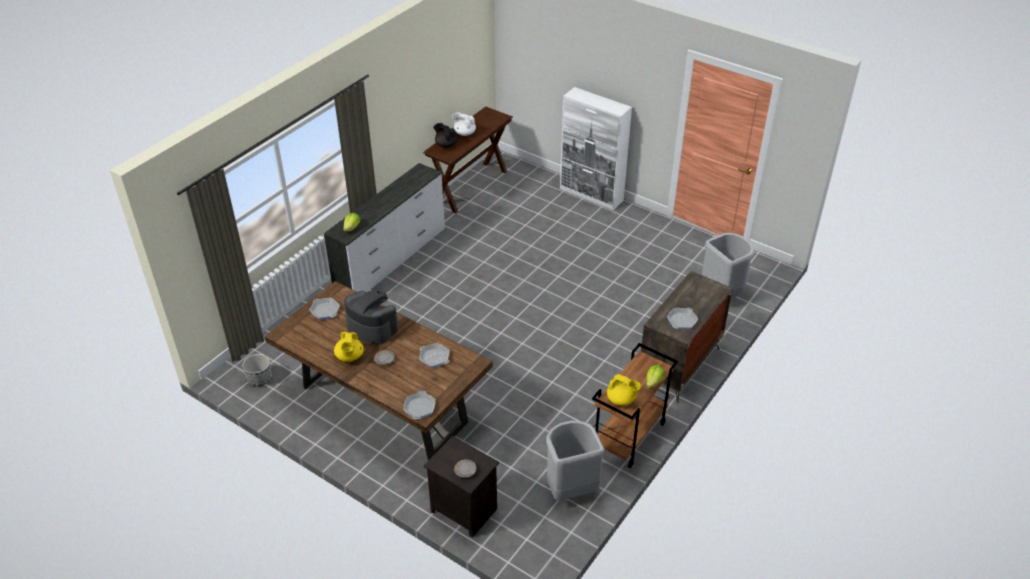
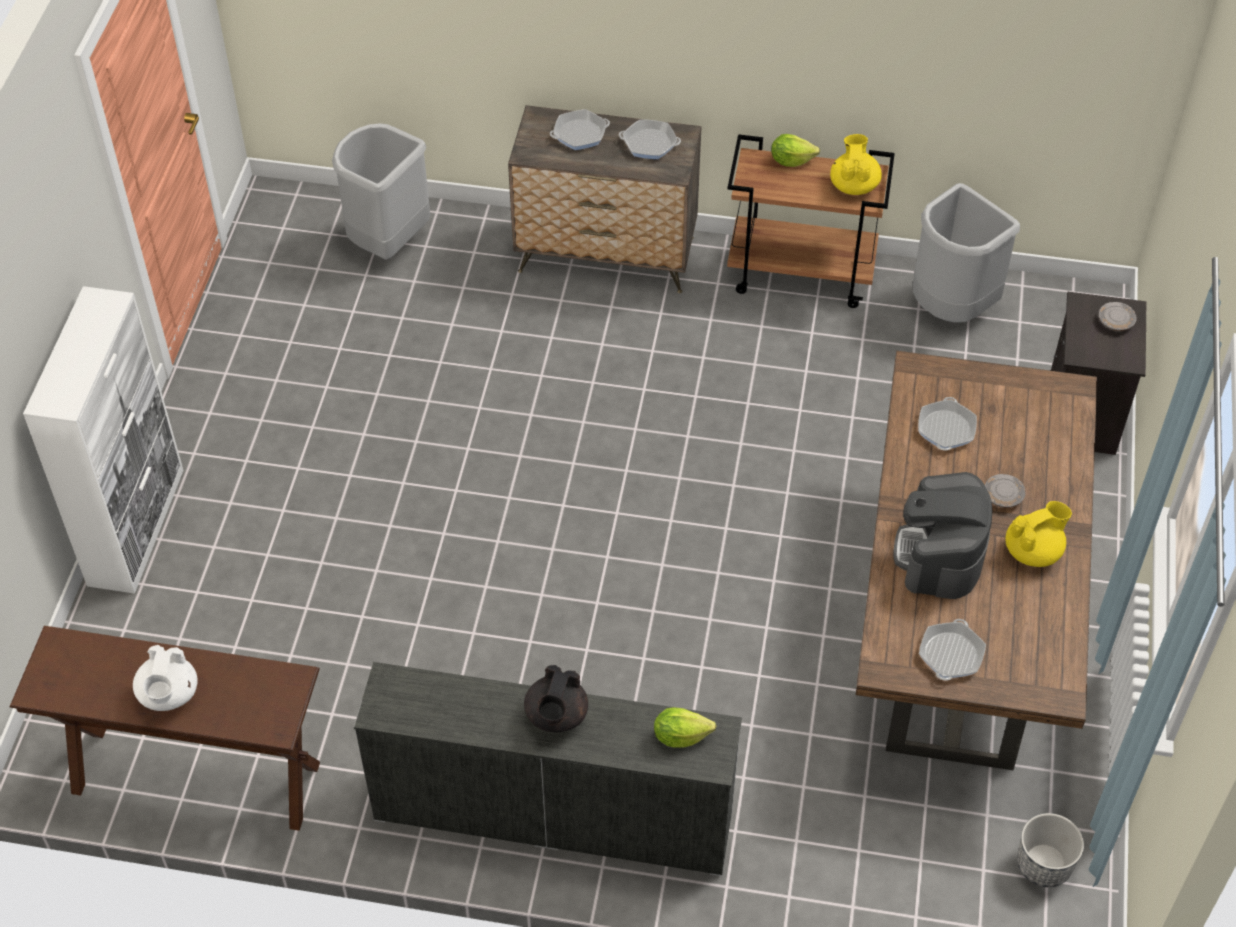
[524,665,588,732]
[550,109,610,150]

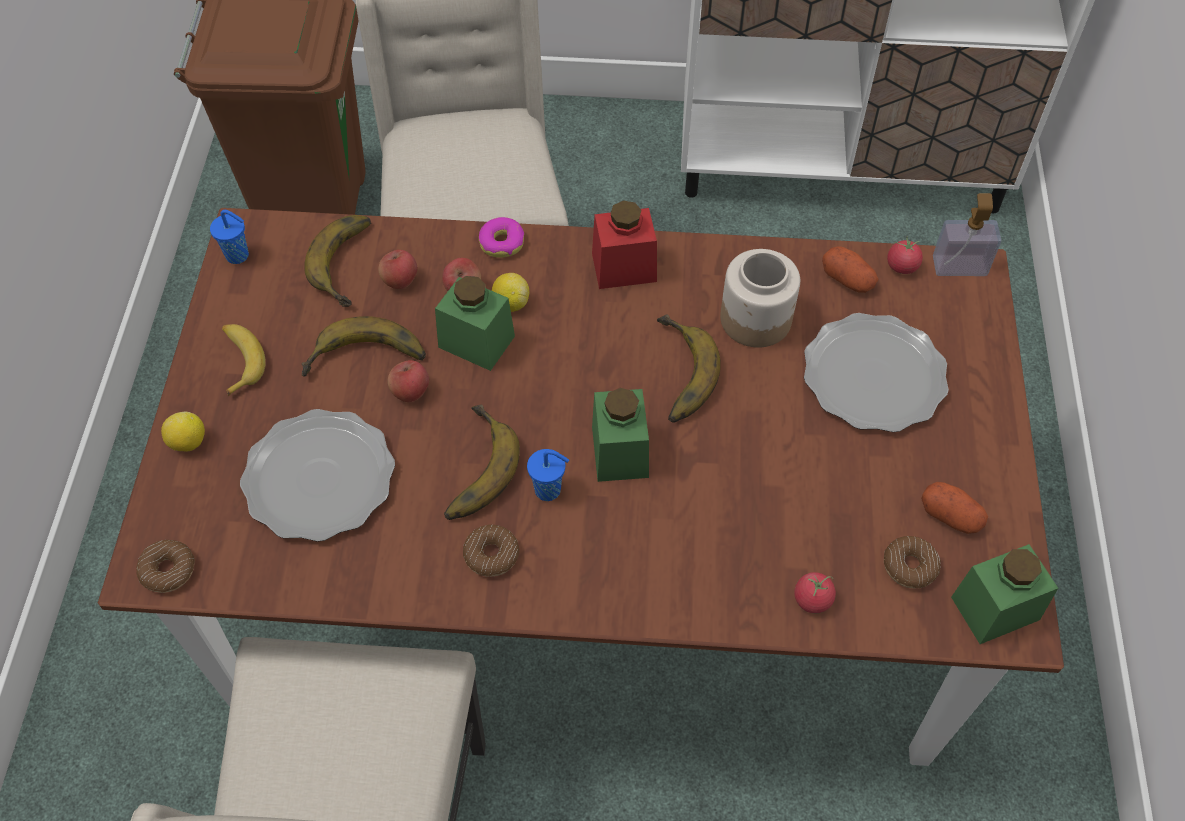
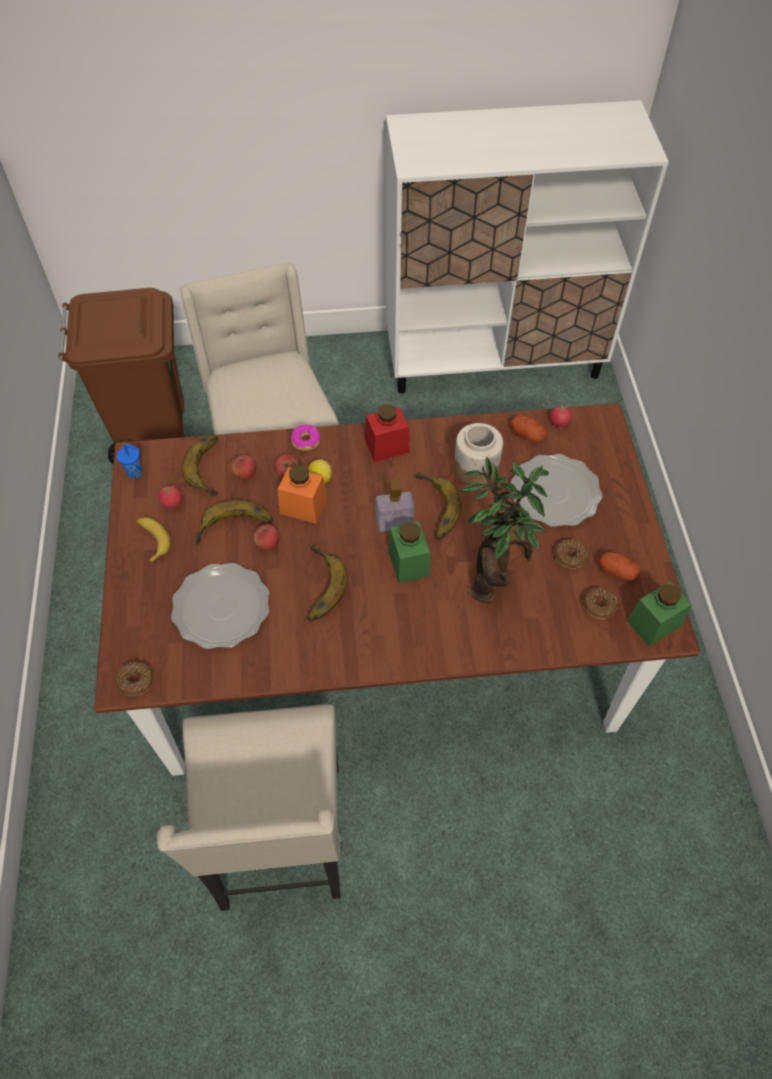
[376,478,414,532]
[278,465,327,524]
[161,412,205,452] (first image)
[527,449,569,501] (first image)
[554,539,589,569]
[159,486,182,509]
[459,457,549,602]

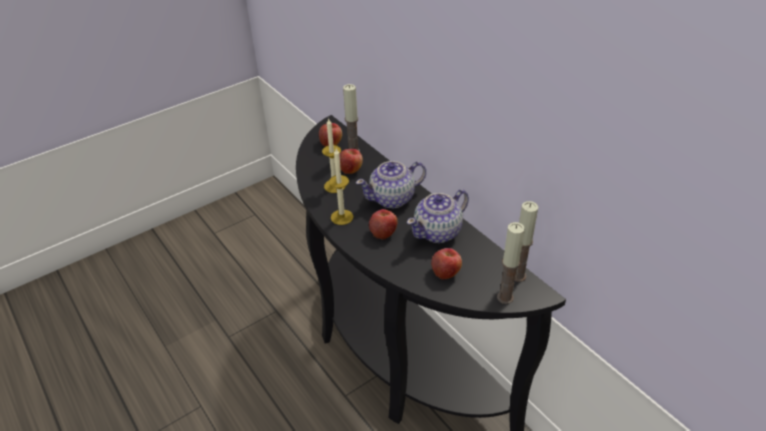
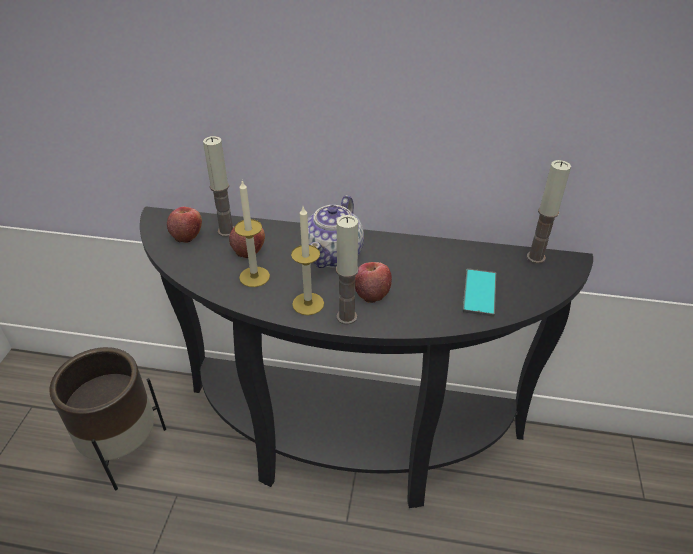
[407,189,469,243] (first image)
[336,215,359,325]
[463,268,496,317]
[49,347,166,490]

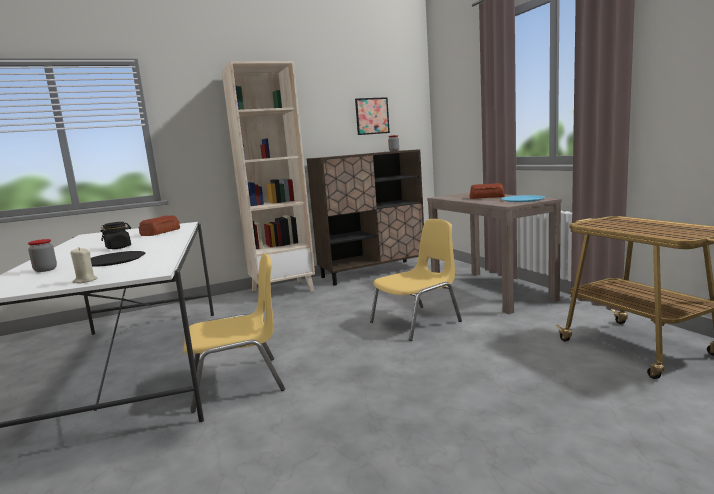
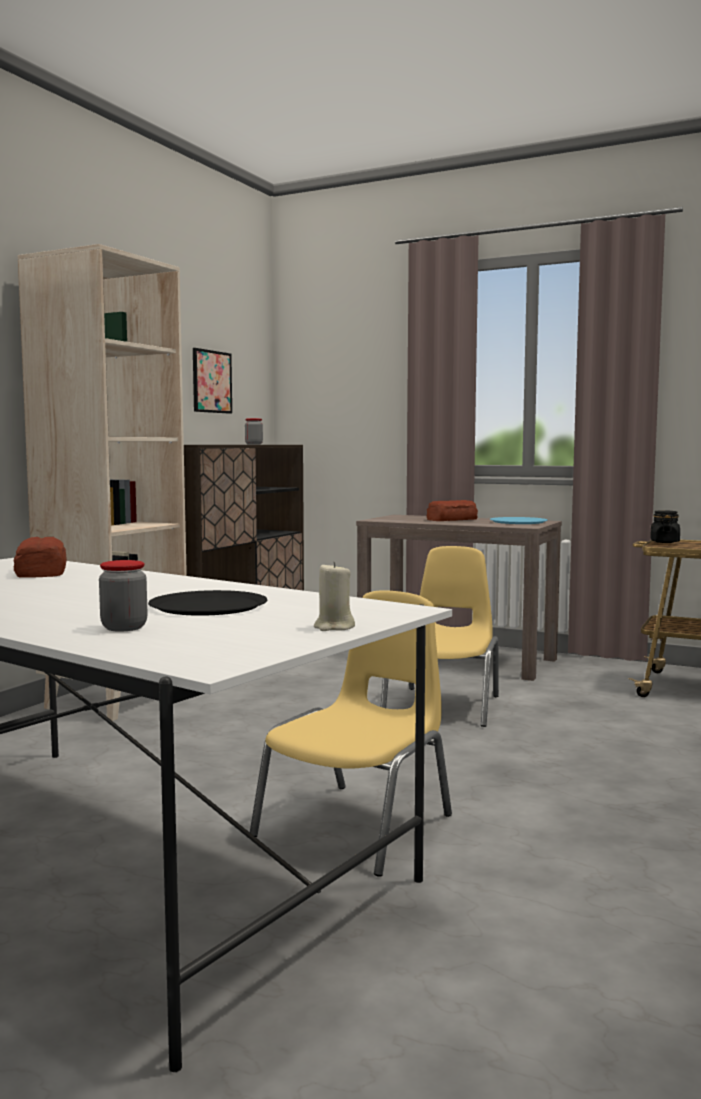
[650,510,680,543]

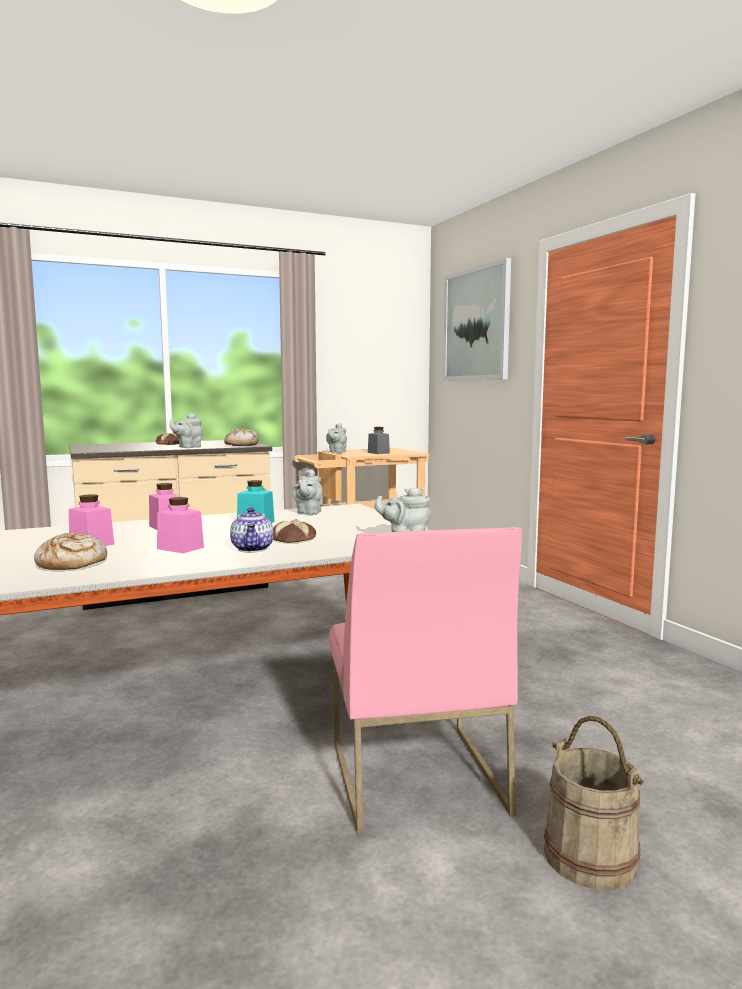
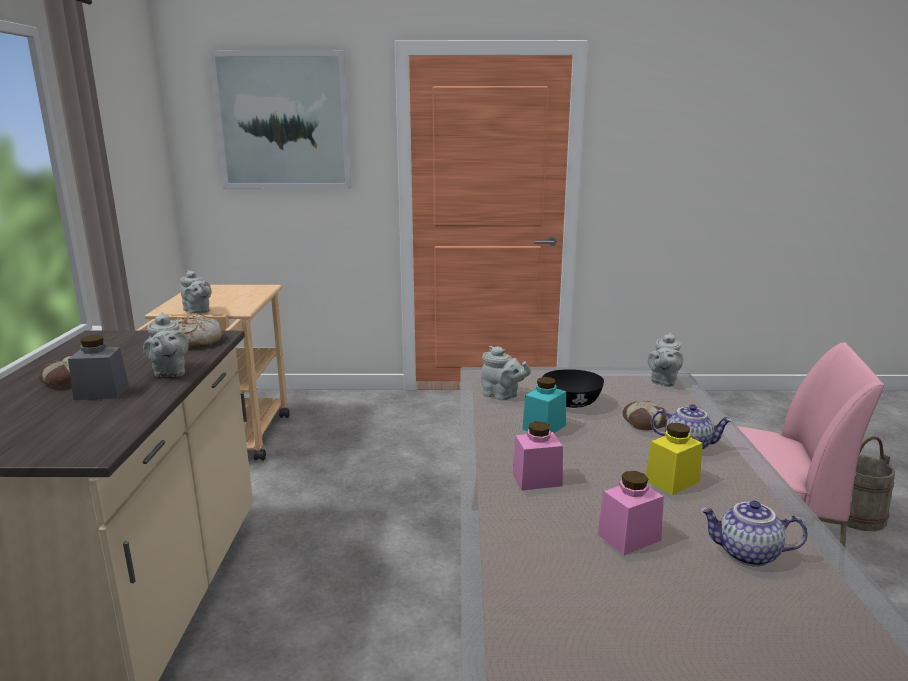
[68,335,129,400]
[646,423,703,495]
[700,501,808,567]
[543,369,604,408]

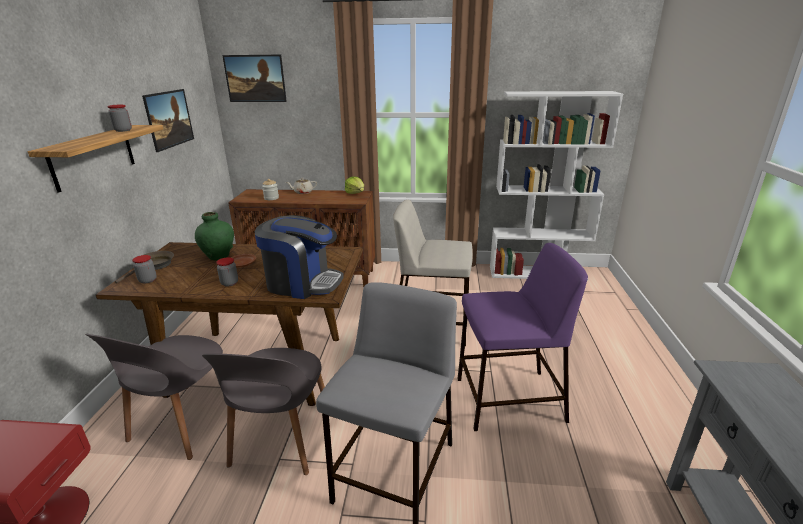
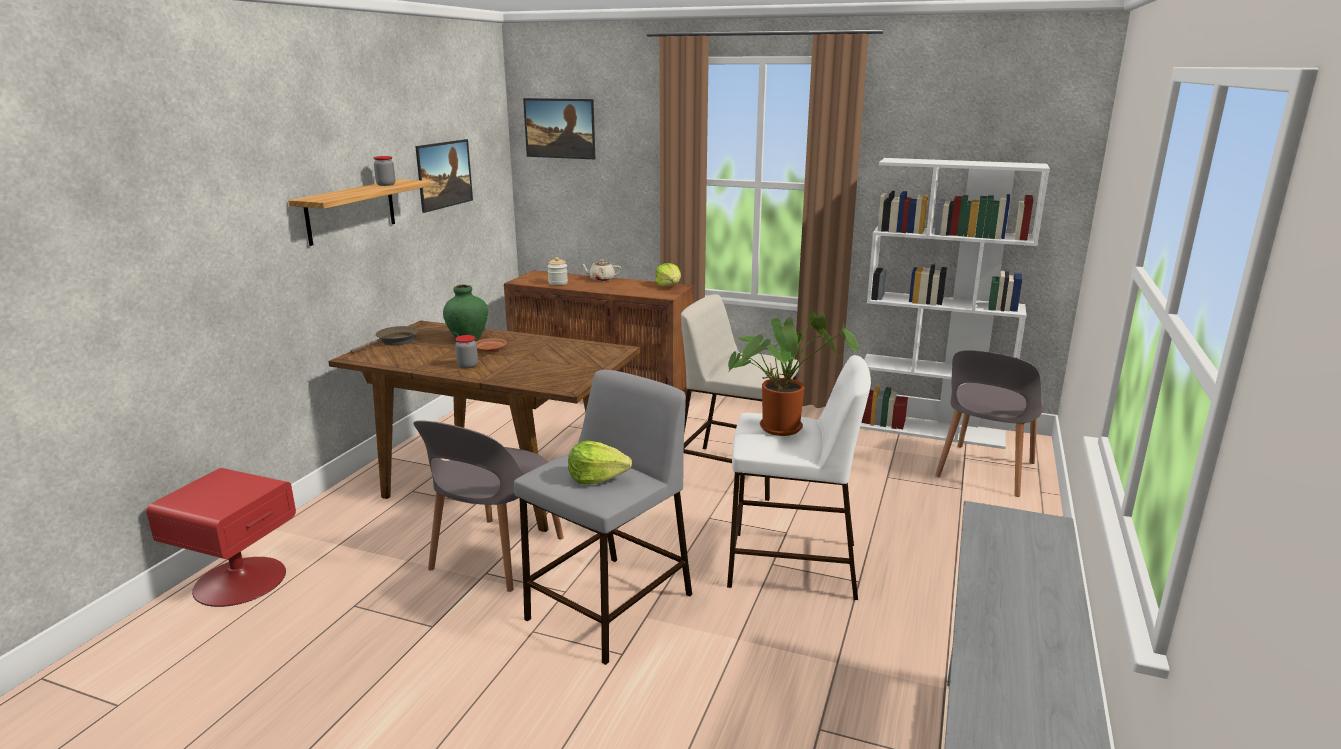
[255,215,344,299] (first image)
[727,355,871,600]
[132,255,157,284] (first image)
[935,350,1044,497]
[728,311,858,436]
[568,441,632,484]

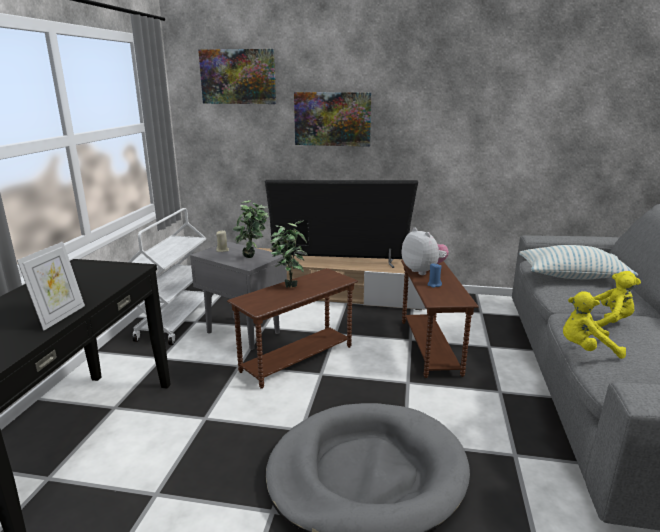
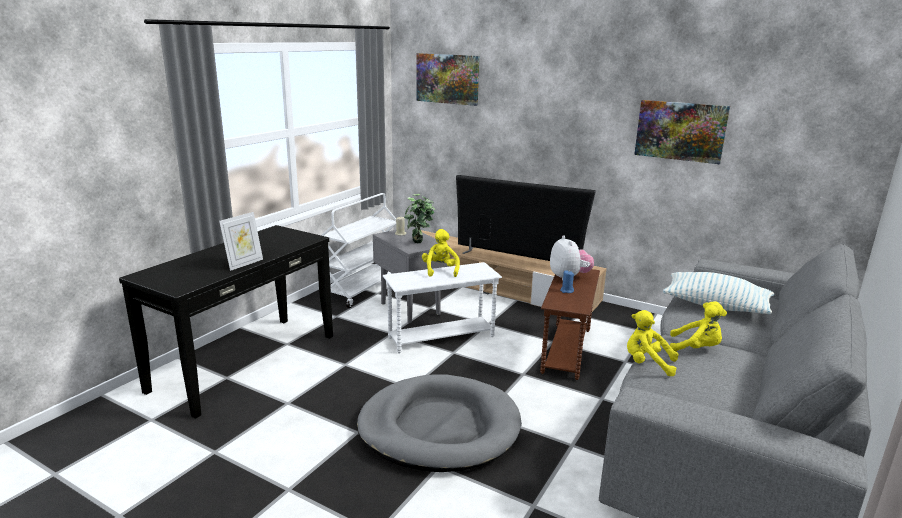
[634,100,730,164]
[422,229,460,277]
[383,262,502,353]

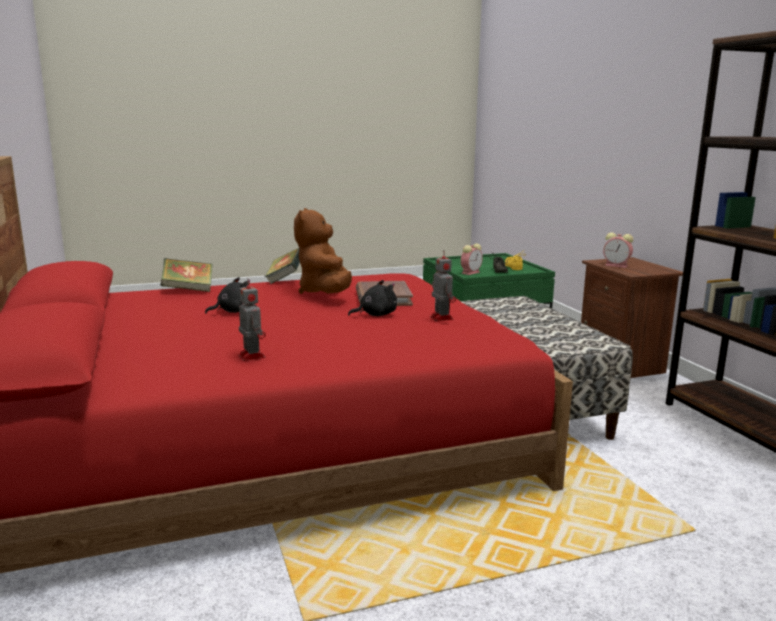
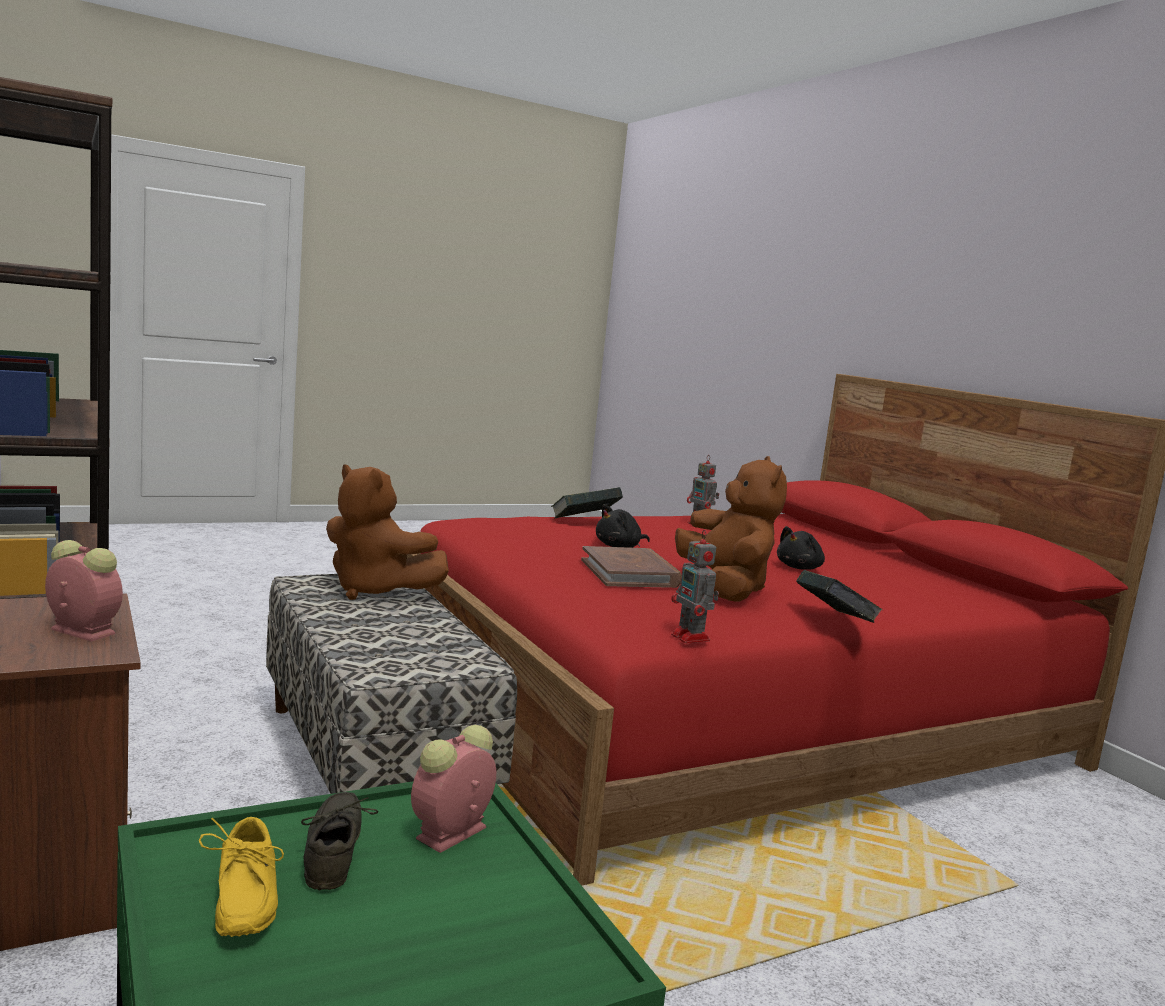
[671,530,719,643]
[551,487,623,519]
[326,464,449,600]

